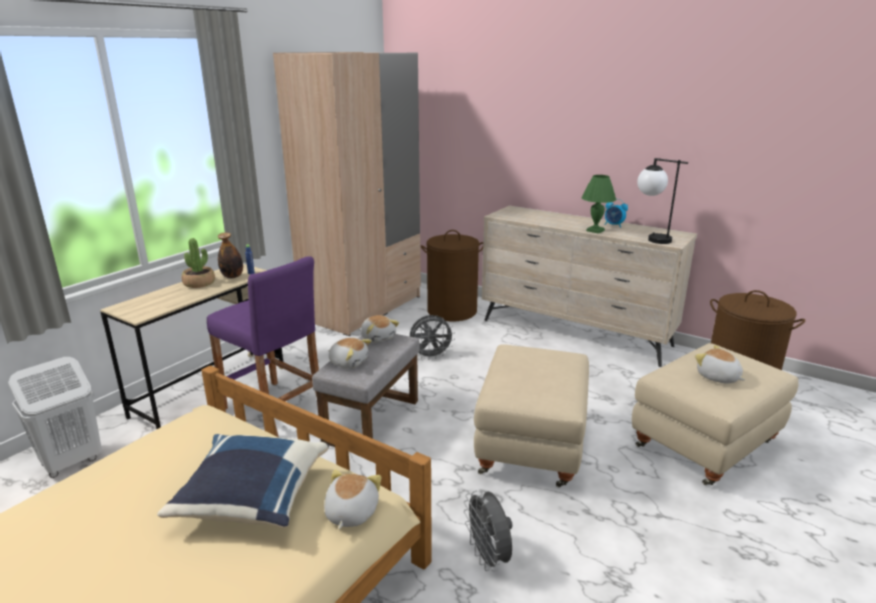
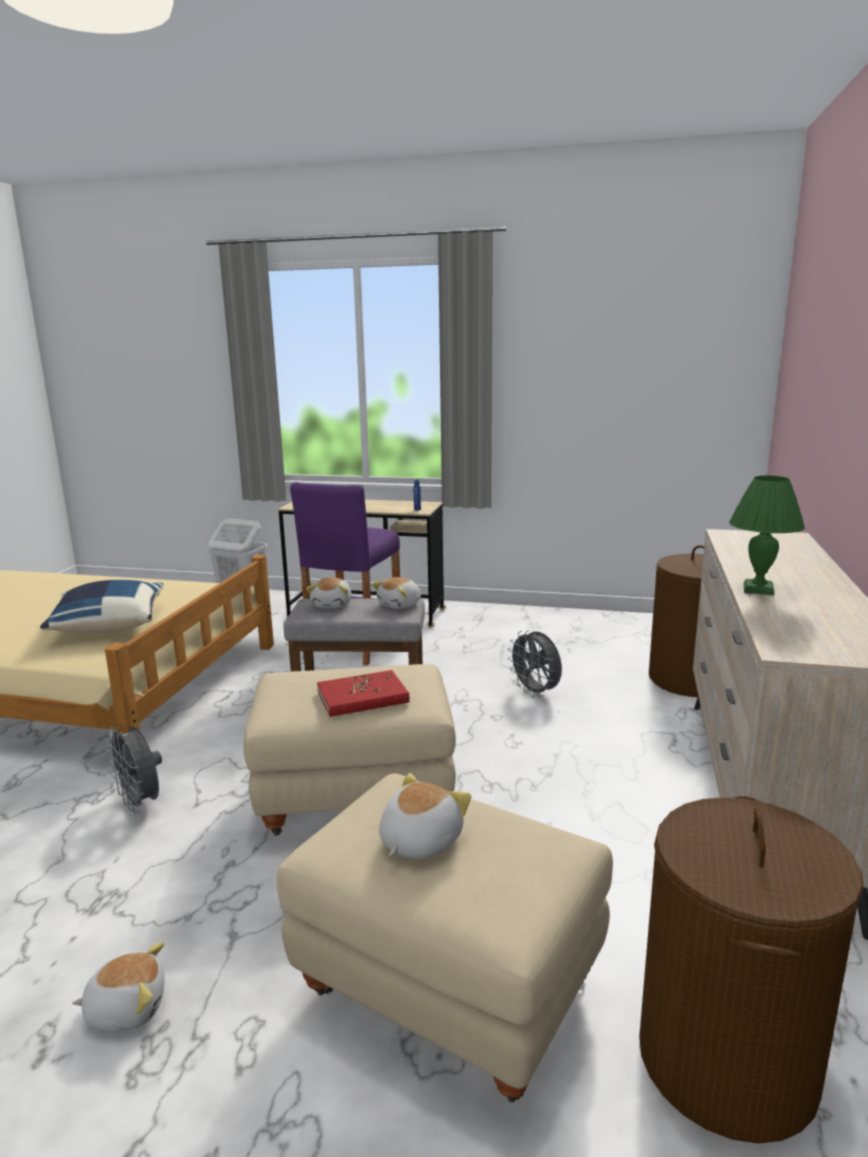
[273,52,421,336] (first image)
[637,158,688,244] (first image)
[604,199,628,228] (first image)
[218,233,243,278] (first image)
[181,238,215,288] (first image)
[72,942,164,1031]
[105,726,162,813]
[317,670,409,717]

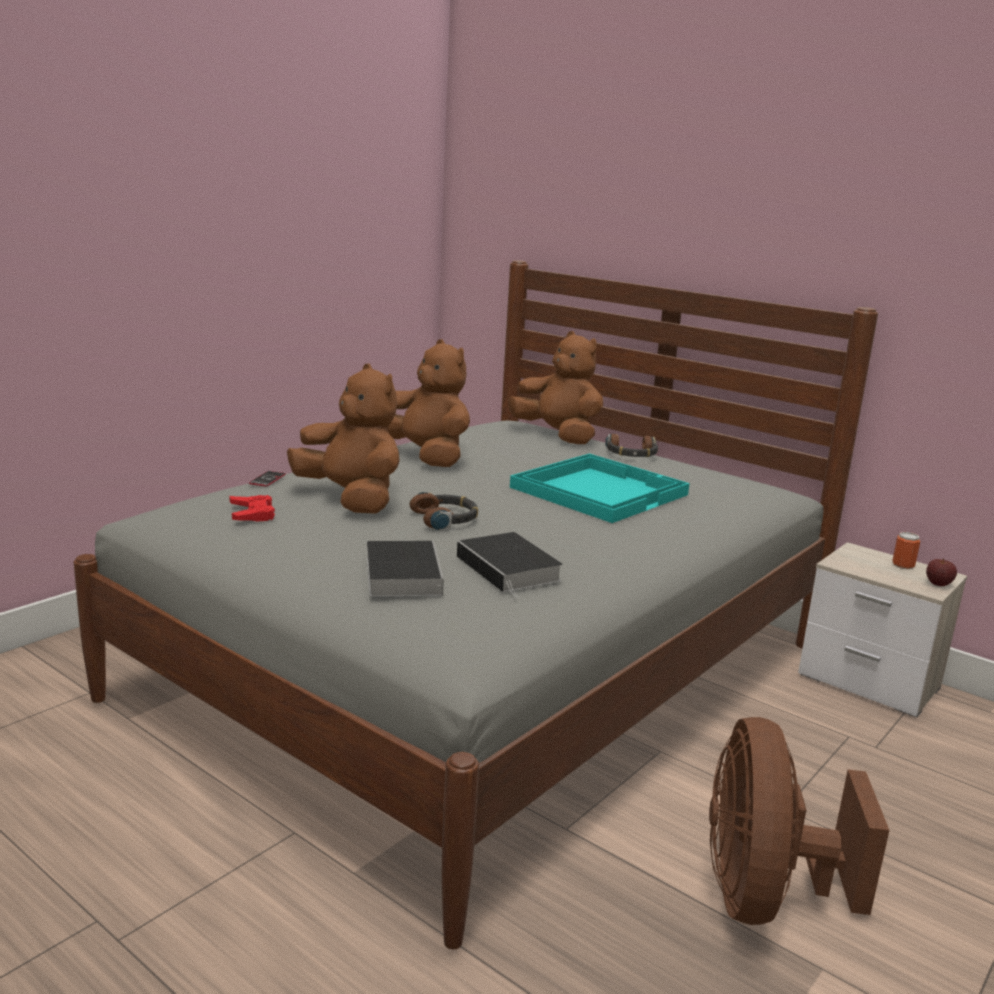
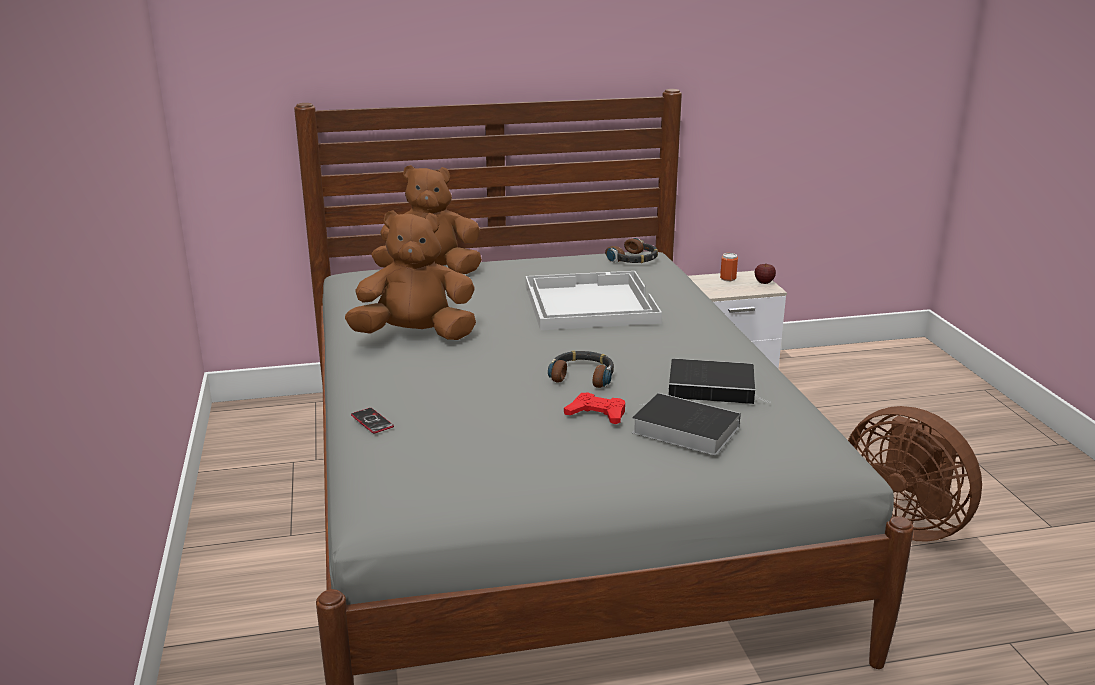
[287,364,400,514] (first image)
[605,238,658,263]
[525,271,662,330]
[564,393,625,424]

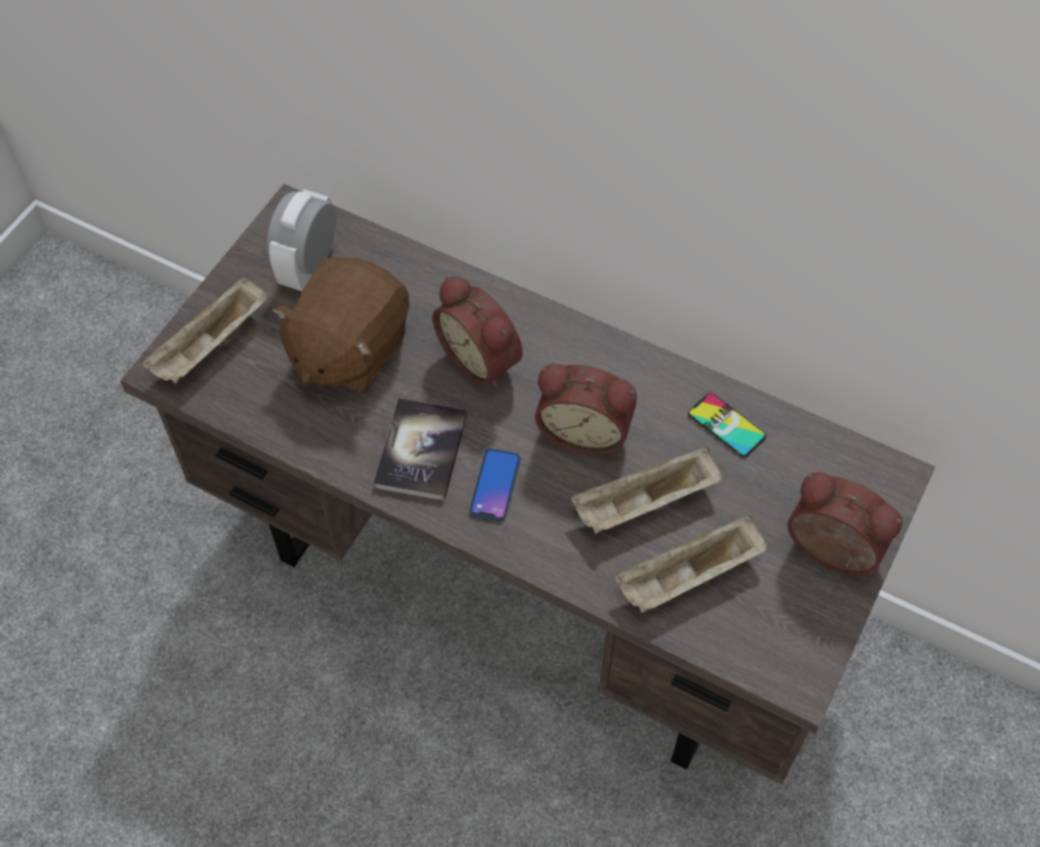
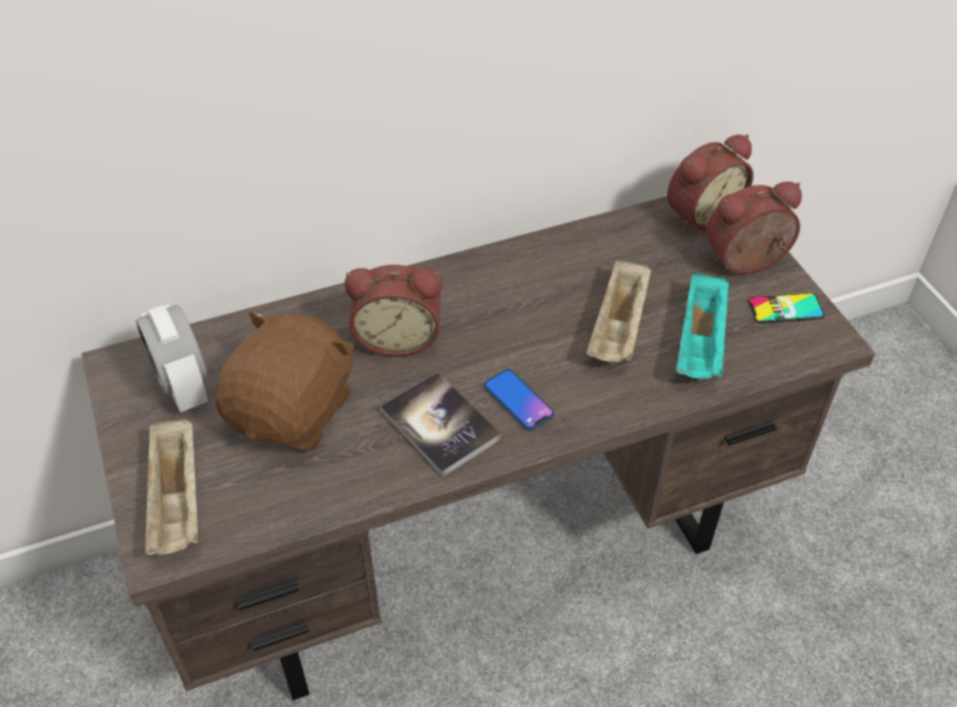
[216,311,355,451]
[667,134,753,232]
[748,293,824,323]
[676,272,730,379]

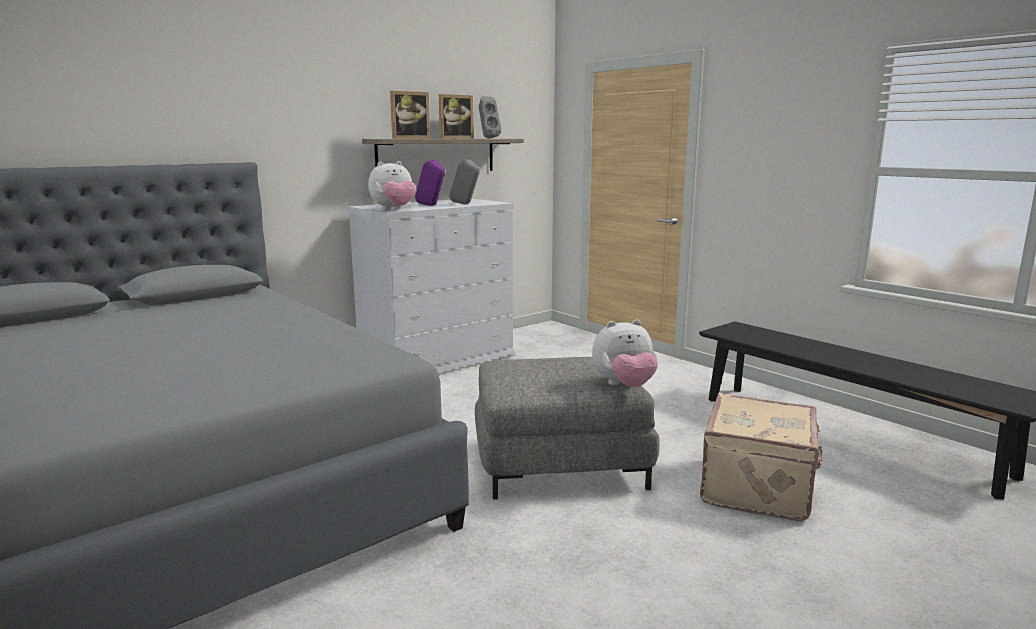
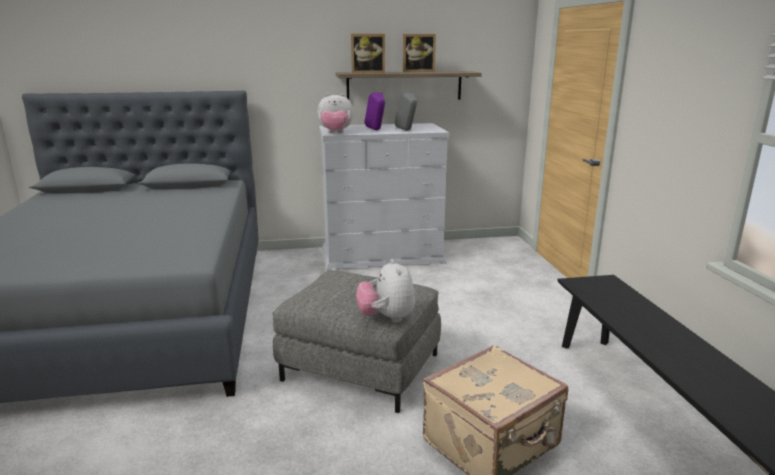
[479,96,501,139] (first image)
[356,259,415,323]

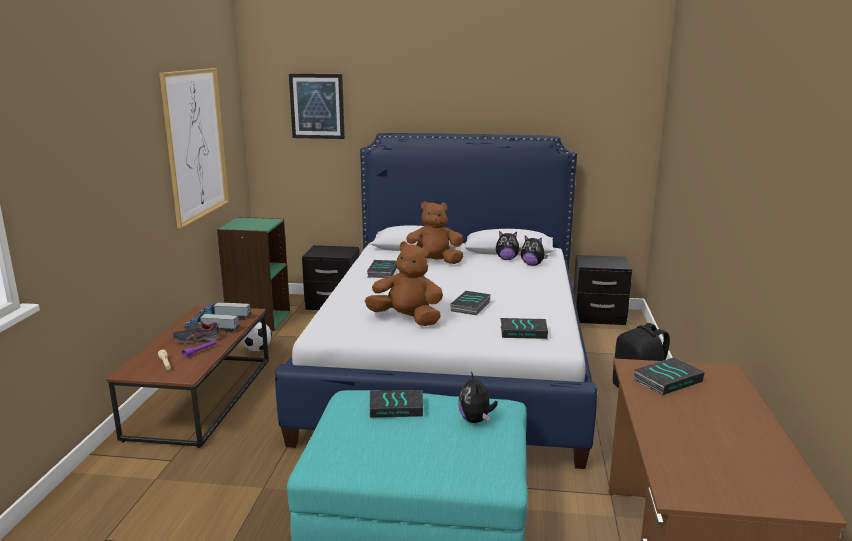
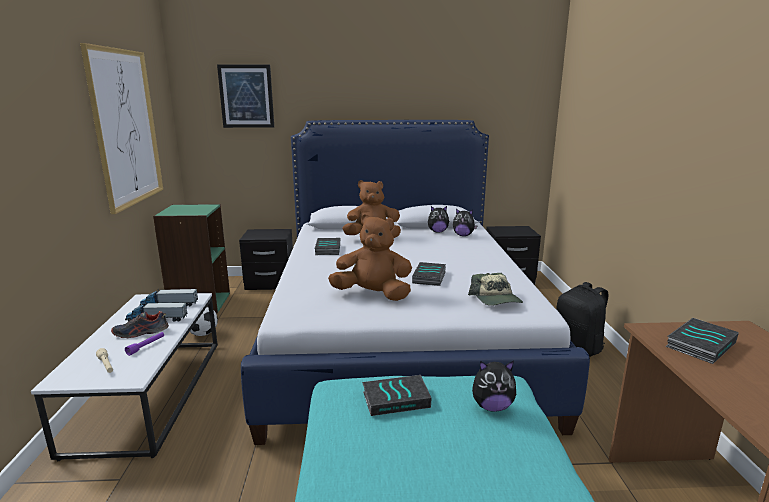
[31,293,218,461]
[468,273,523,306]
[472,361,516,412]

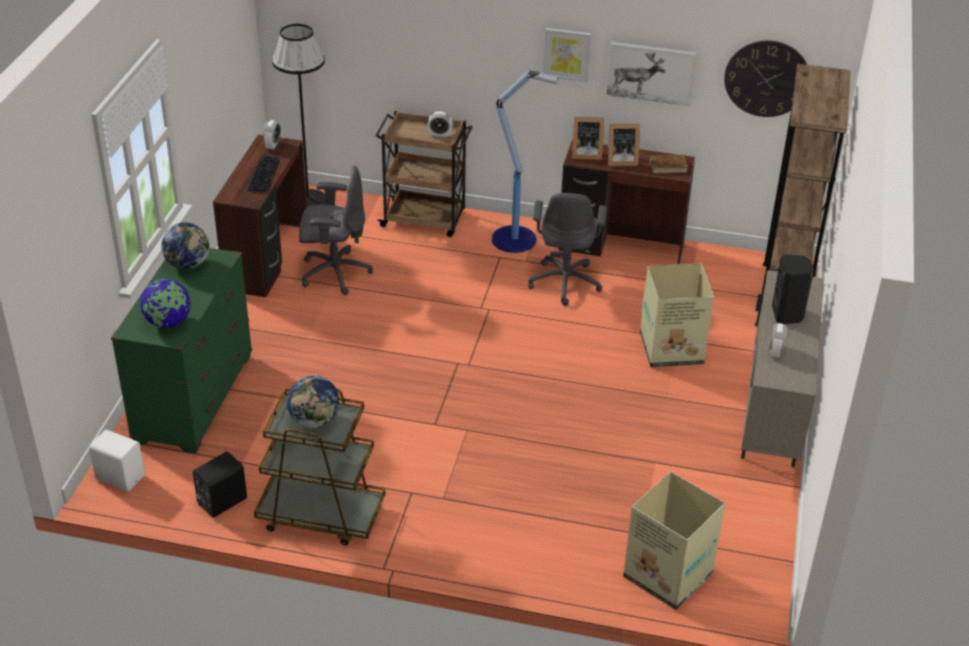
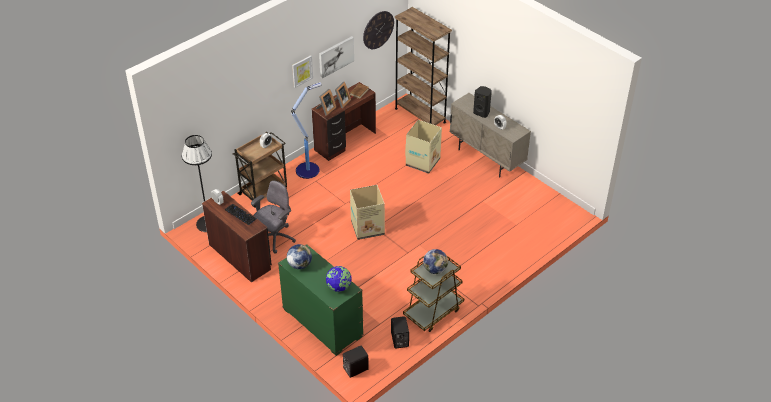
[528,193,607,306] (first image)
[343,346,369,378]
[350,185,385,240]

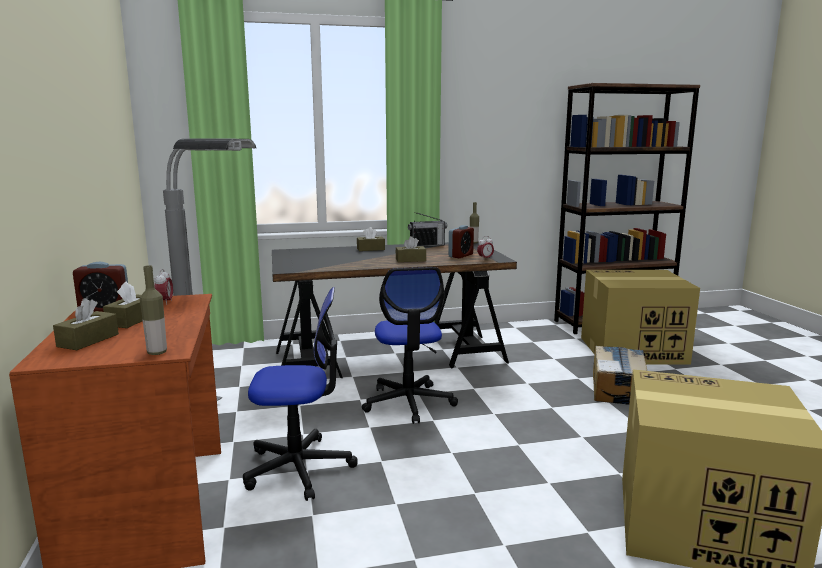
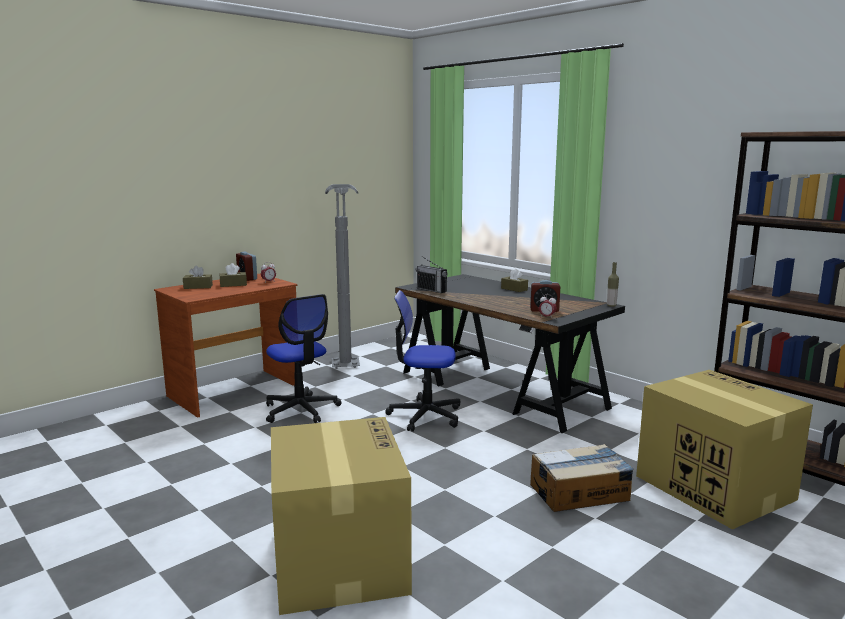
[416,256,448,293]
[396,236,426,262] (first image)
[140,265,167,355] (first image)
[385,290,460,432]

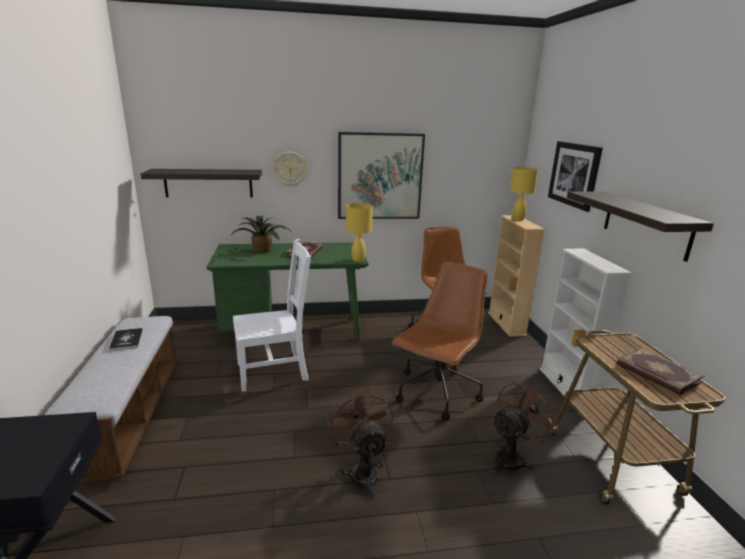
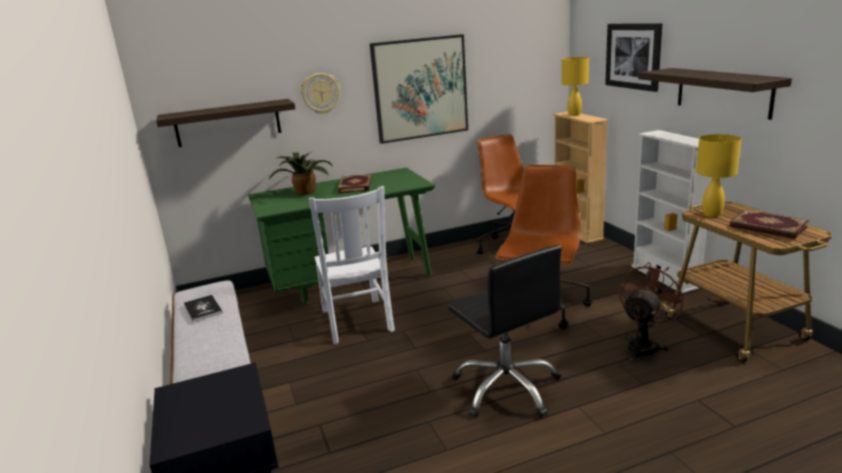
[696,134,742,217]
[309,186,395,344]
[448,245,562,418]

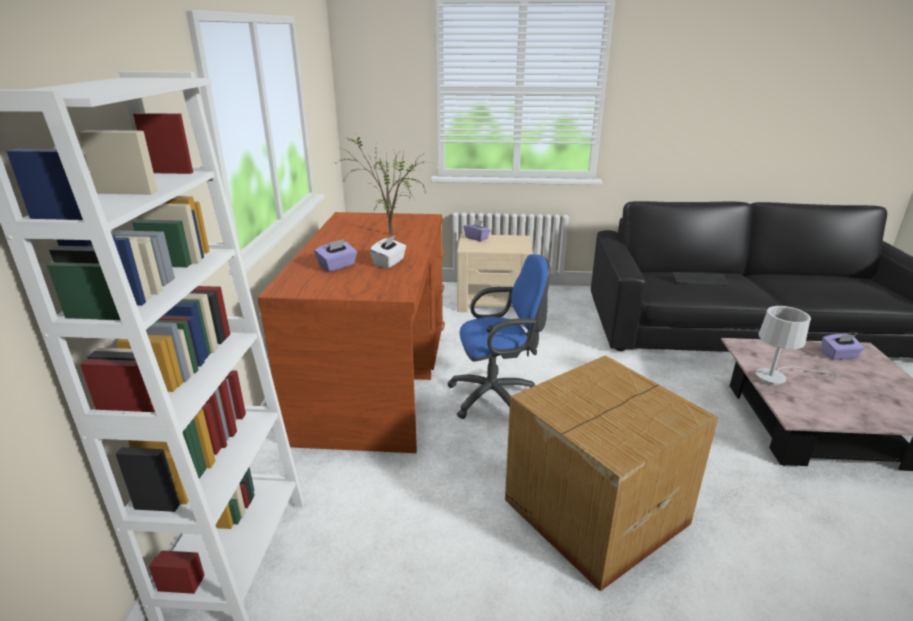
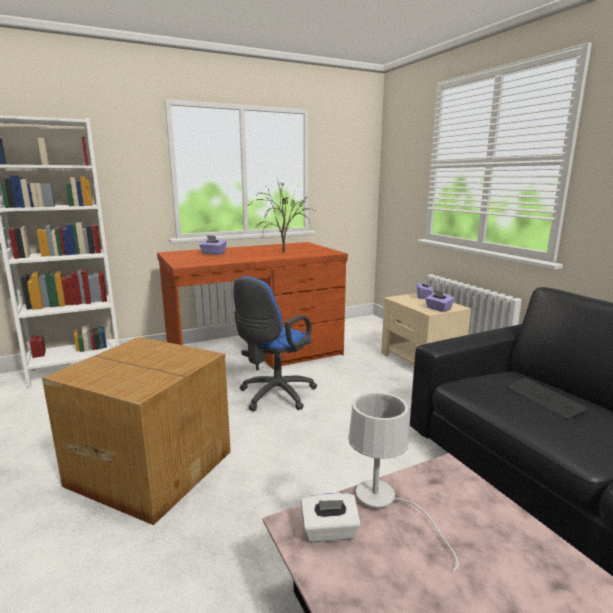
[301,493,360,543]
[233,276,317,411]
[425,290,455,312]

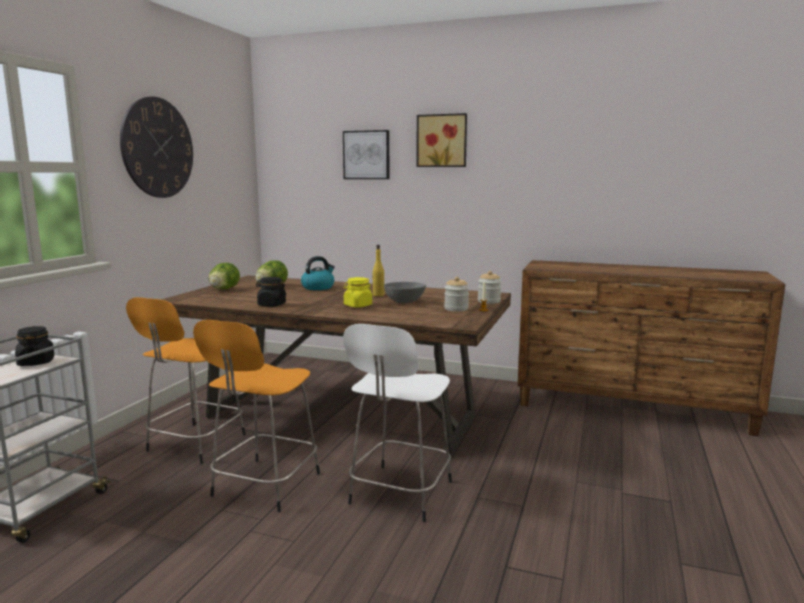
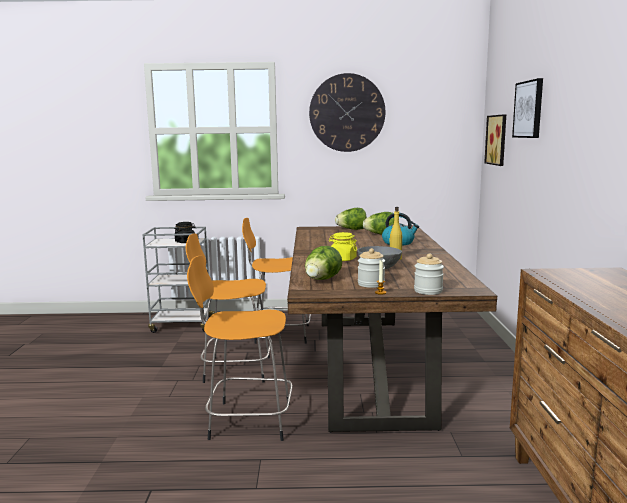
[484,114,506,166]
[256,277,286,307] (first image)
[187,255,292,441]
[305,246,342,280]

